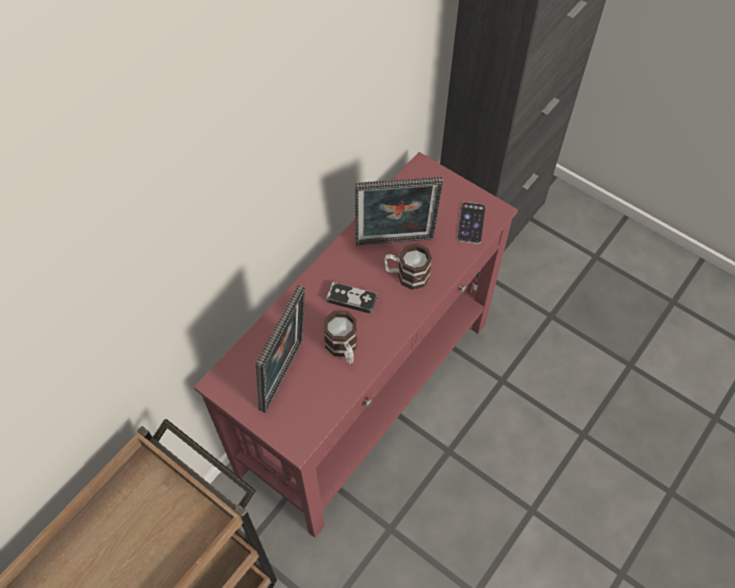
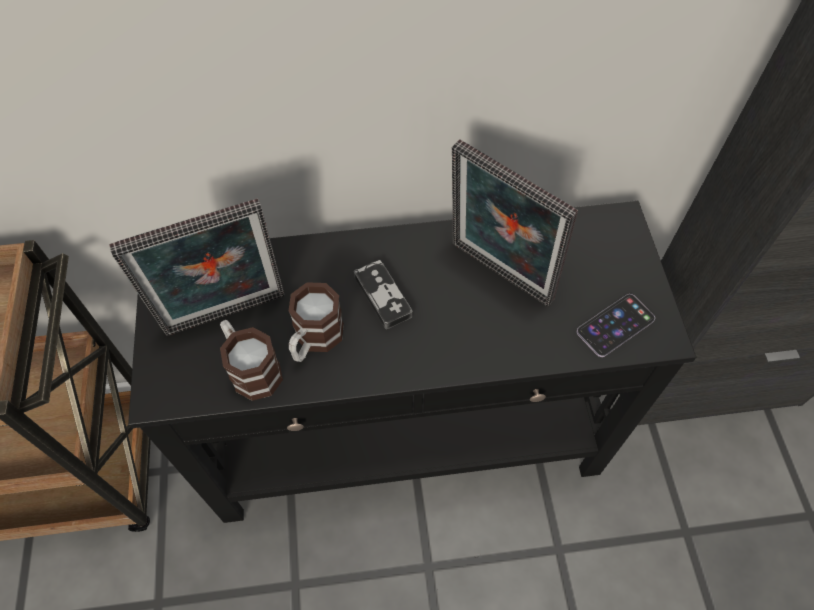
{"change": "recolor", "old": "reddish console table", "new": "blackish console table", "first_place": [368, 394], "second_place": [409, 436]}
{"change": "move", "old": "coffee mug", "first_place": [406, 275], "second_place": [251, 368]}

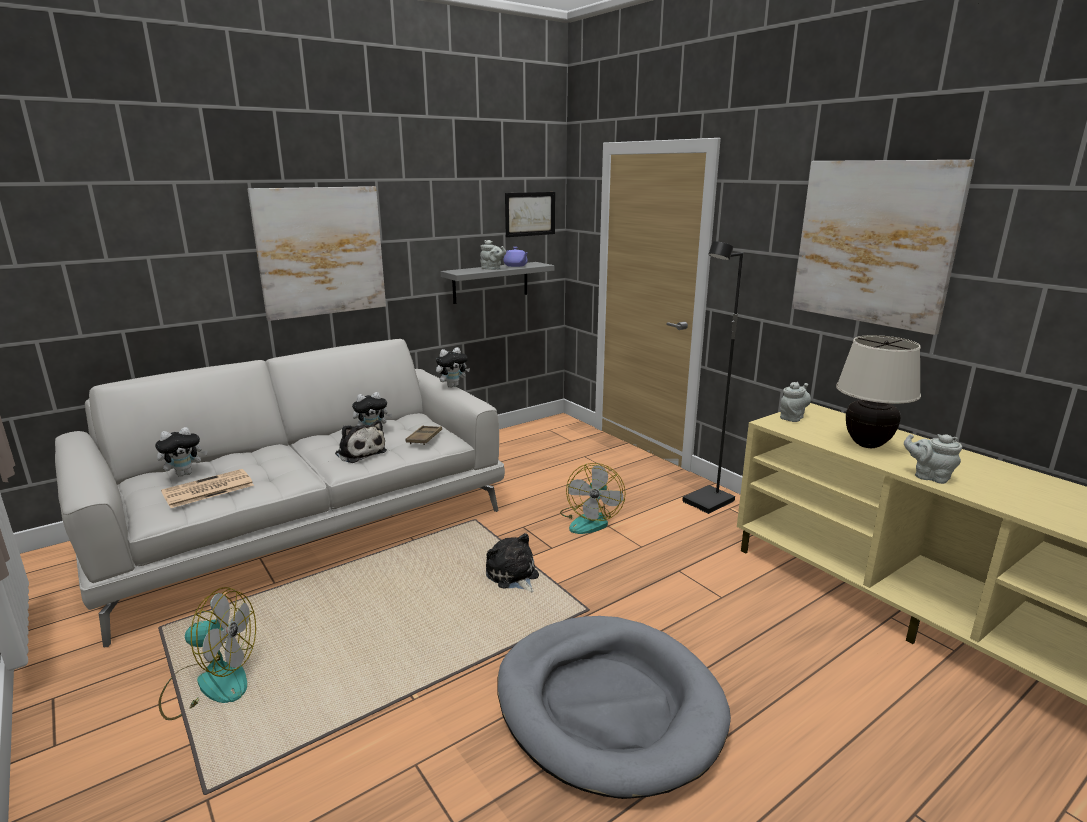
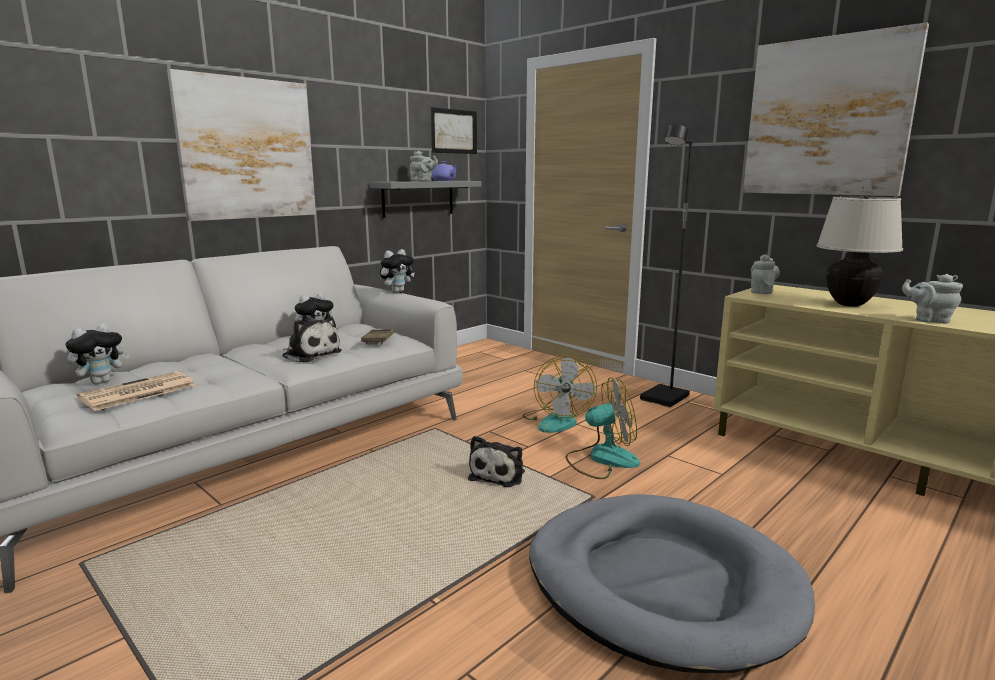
{"change": "move", "old": "cooling fan", "first_place": [210, 683], "second_place": [602, 459]}
{"change": "rotate", "old": "plush toy", "first_place": [513, 576], "second_place": [499, 474], "degrees": -120}

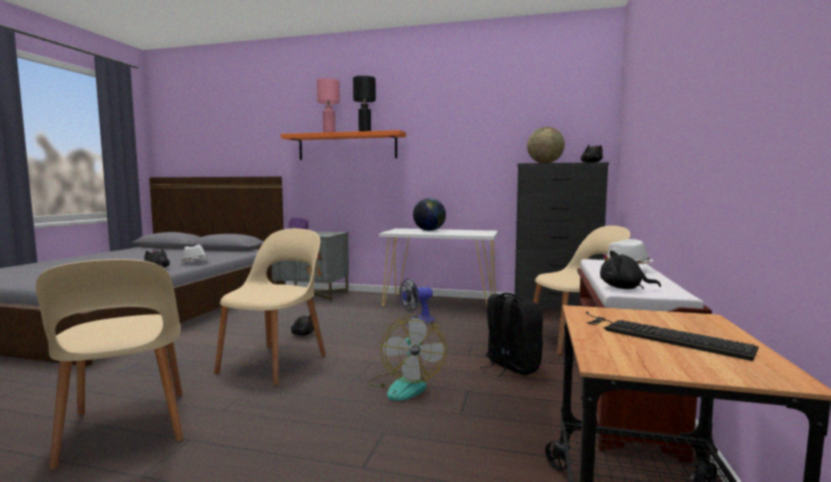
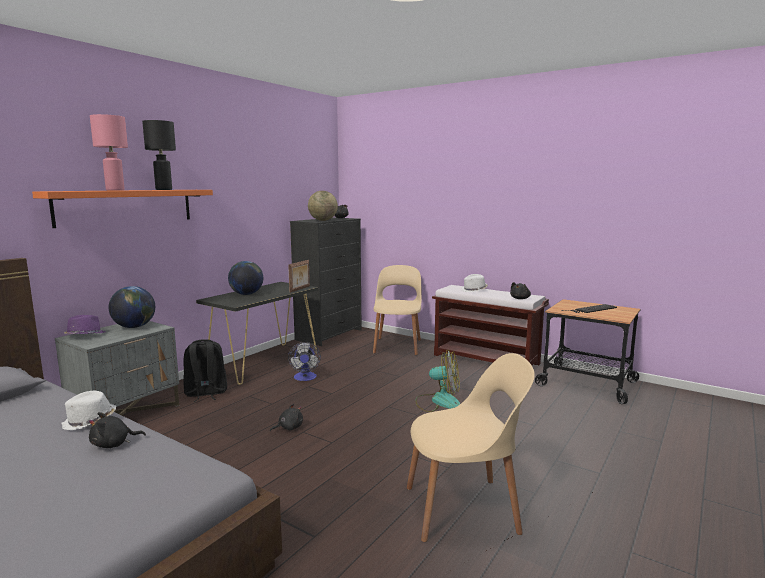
{"change": "delete", "old": "beige plain chair", "first_place": [275, 362]}
{"change": "recolor", "old": "whitish console table", "new": "blackish console table", "first_place": [440, 303], "second_place": [264, 362]}
{"change": "move", "old": "blackish rucksack", "first_place": [510, 367], "second_place": [205, 393]}
{"change": "insert", "new": "desk globe", "second_place": [134, 327]}
{"change": "insert", "new": "photo frame", "second_place": [300, 289]}

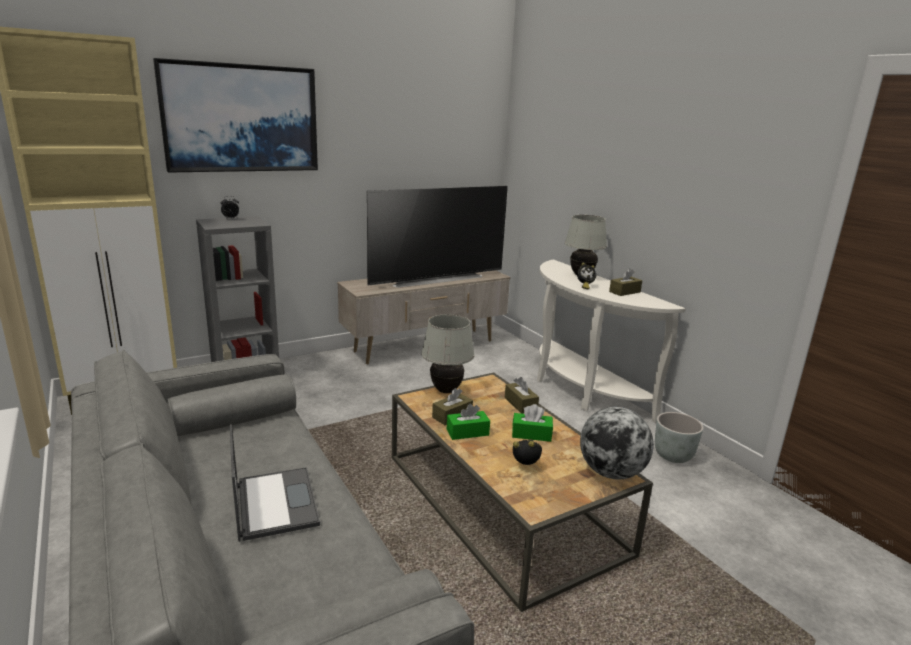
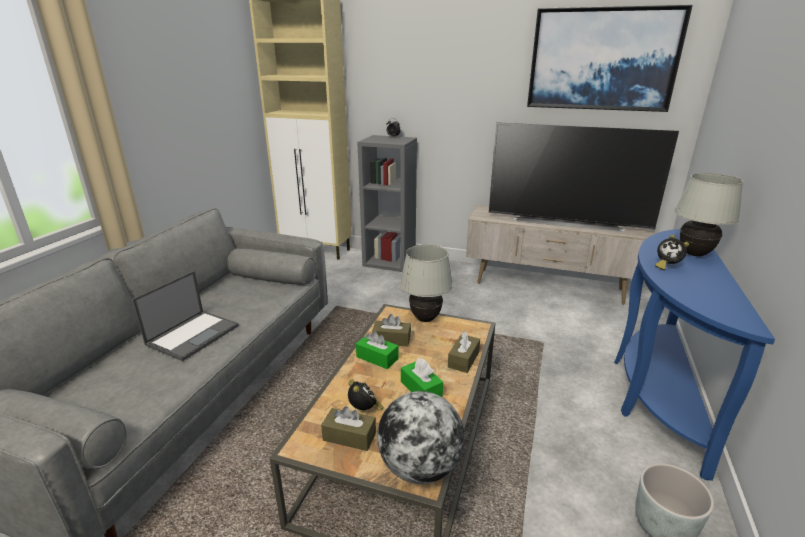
{"change": "move", "old": "picture", "first_place": [241, 118], "second_place": [602, 59]}
{"change": "recolor", "old": "whitish console table", "new": "blue-coloured console table", "first_place": [579, 389], "second_place": [653, 392]}
{"change": "move", "old": "brownish box of tissues", "first_place": [624, 292], "second_place": [349, 436]}

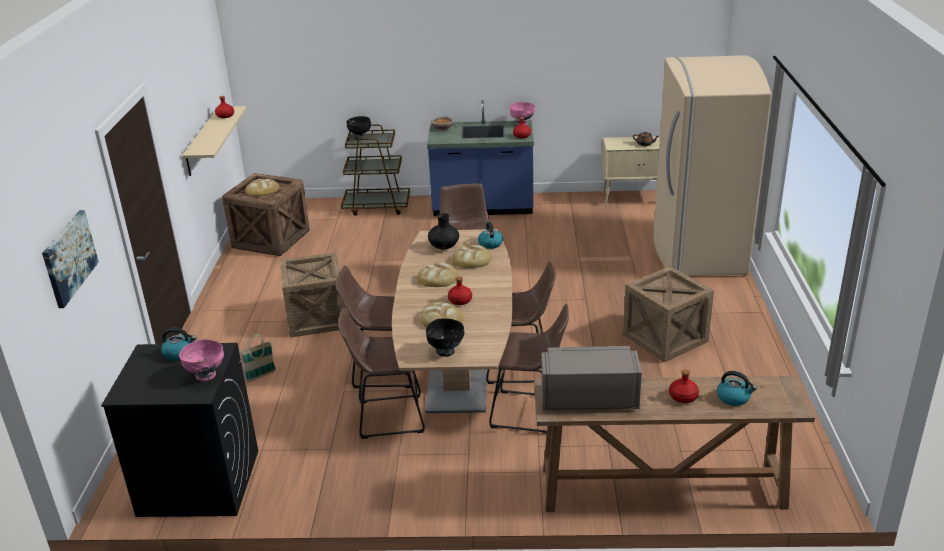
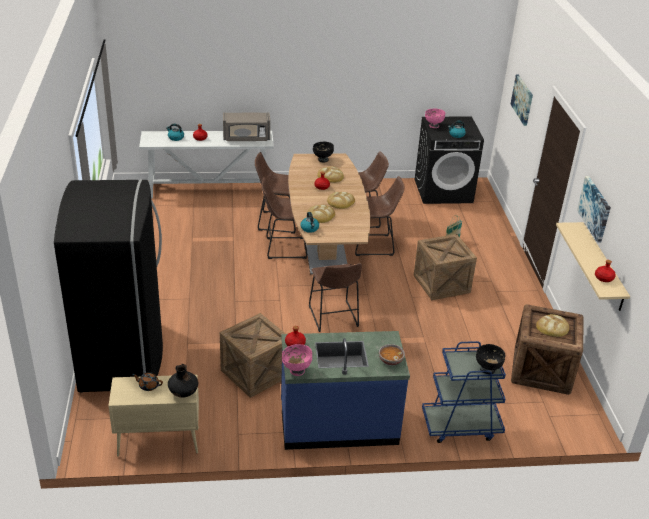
{"change": "recolor", "old": "brownish trolley", "new": "blue-coloured trolley", "first_place": [377, 207], "second_place": [460, 425]}
{"change": "move", "old": "blackish decorative vase", "first_place": [443, 247], "second_place": [184, 393]}
{"change": "recolor", "old": "brownish console table", "new": "whitish console table", "first_place": [660, 488], "second_place": [209, 189]}
{"change": "move", "old": "packing crate", "first_place": [665, 338], "second_place": [255, 373]}
{"change": "recolor", "old": "beige refrigerator", "new": "blackish refrigerator", "first_place": [696, 250], "second_place": [122, 356]}
{"change": "insert", "new": "picture", "second_place": [595, 208]}

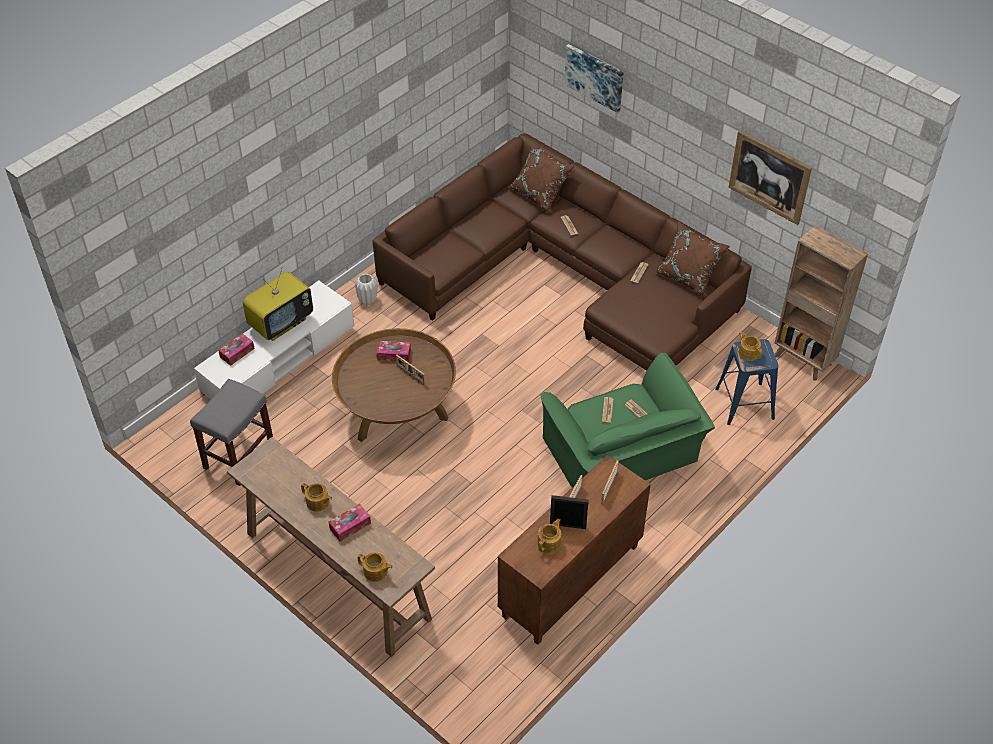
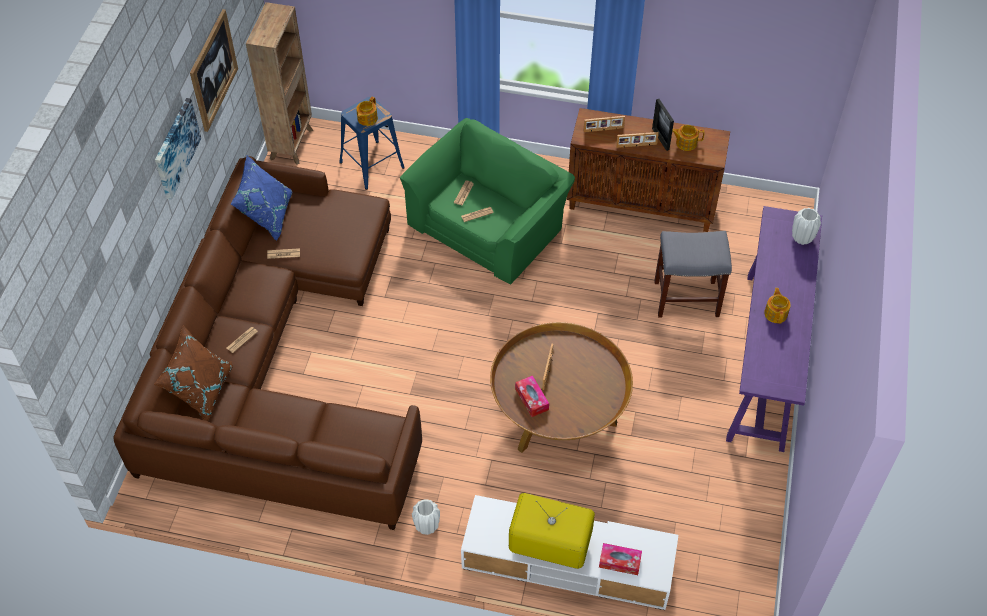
{"change": "move", "old": "grey stool seat", "first_place": [239, 455], "second_place": [685, 299]}
{"change": "recolor", "old": "brownish console table", "new": "purple console table", "first_place": [336, 575], "second_place": [765, 359]}
{"change": "delete", "old": "box of tissues", "first_place": [350, 526]}
{"change": "replace", "old": "tea pot", "new": "whitish decorative vase", "first_place": [376, 572], "second_place": [802, 238]}
{"change": "move", "old": "picture", "first_place": [594, 77], "second_place": [175, 148]}
{"change": "recolor", "old": "brownish throw pillow", "new": "blue-coloured throw pillow", "first_place": [688, 277], "second_place": [266, 214]}

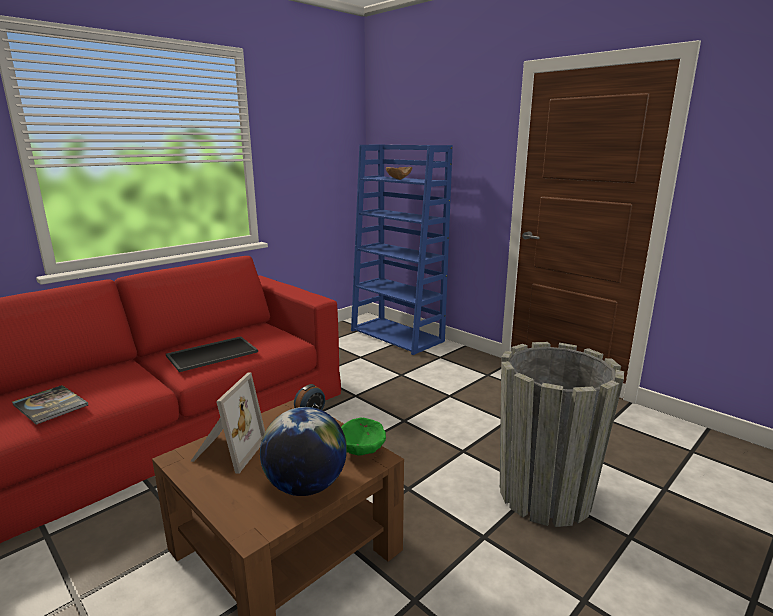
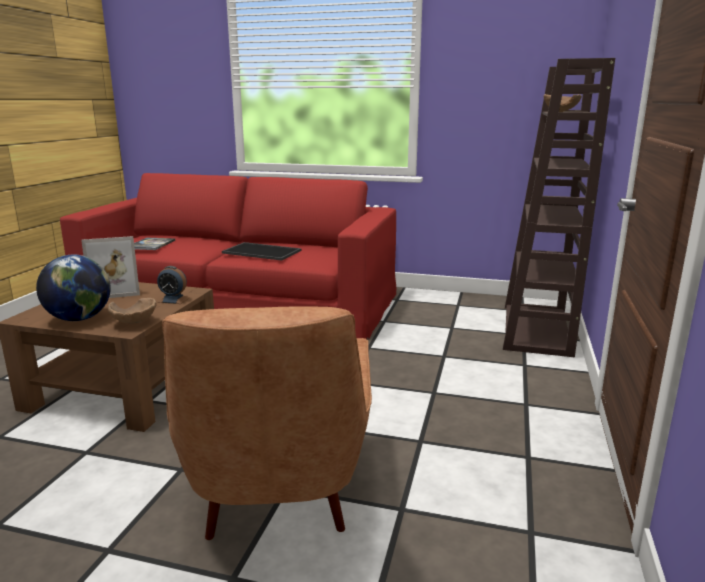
{"change": "recolor", "old": "green bowl", "new": "brownish bowl", "first_place": [363, 452], "second_place": [134, 324]}
{"change": "recolor", "old": "blue-coloured shelving unit", "new": "brownish shelving unit", "first_place": [398, 336], "second_place": [537, 330]}
{"change": "replace", "old": "grey flower pot", "new": "brownish easy chair", "first_place": [545, 495], "second_place": [277, 496]}

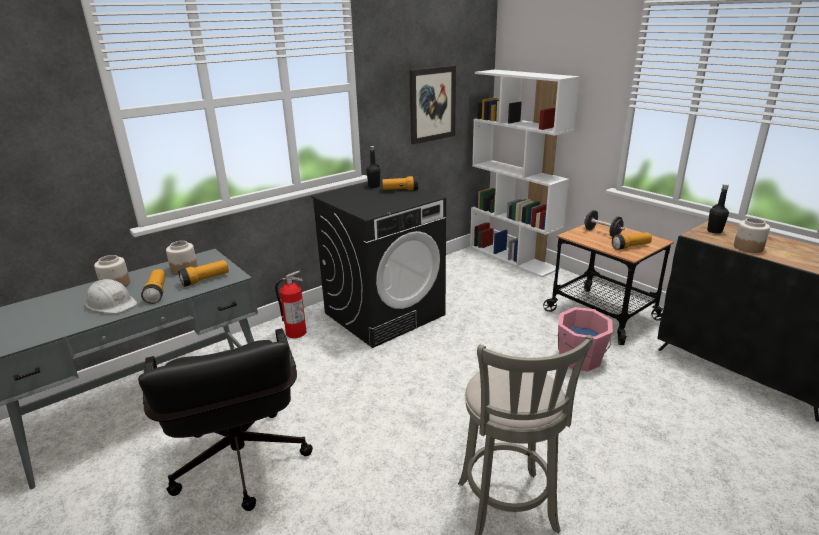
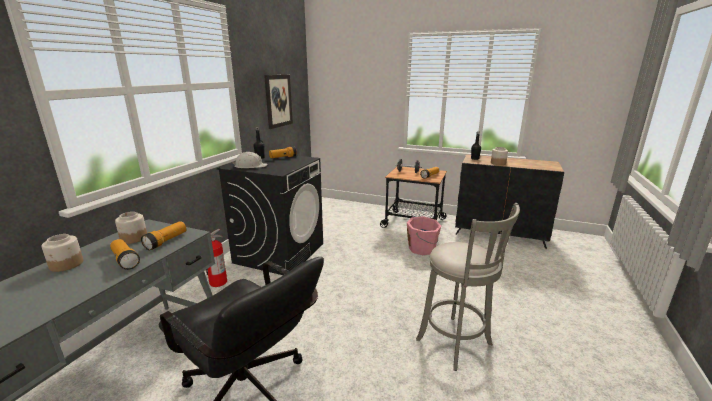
{"change": "move", "old": "whitish safety helmet", "first_place": [112, 303], "second_place": [250, 166]}
{"change": "delete", "old": "whitish shelving unit", "first_place": [513, 258]}

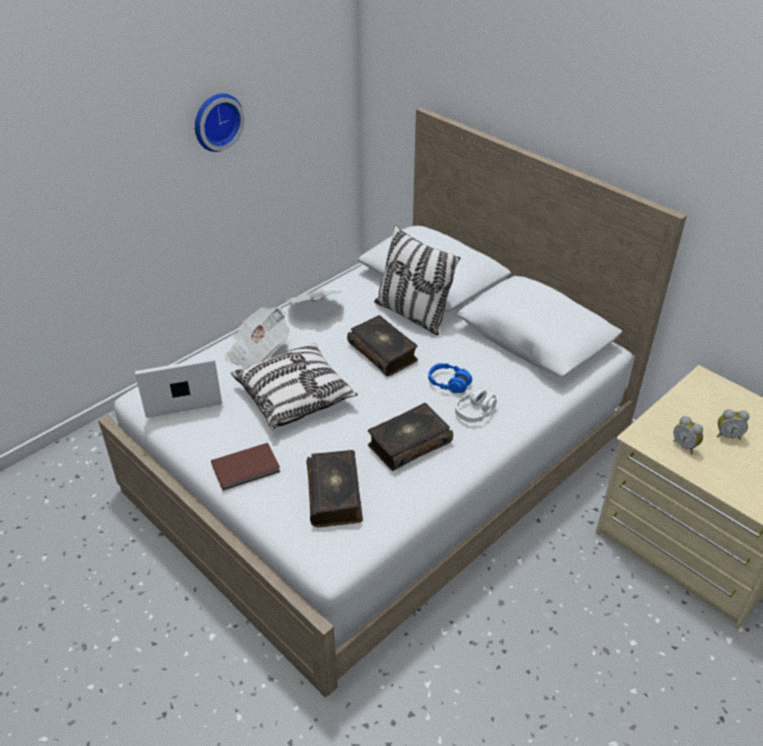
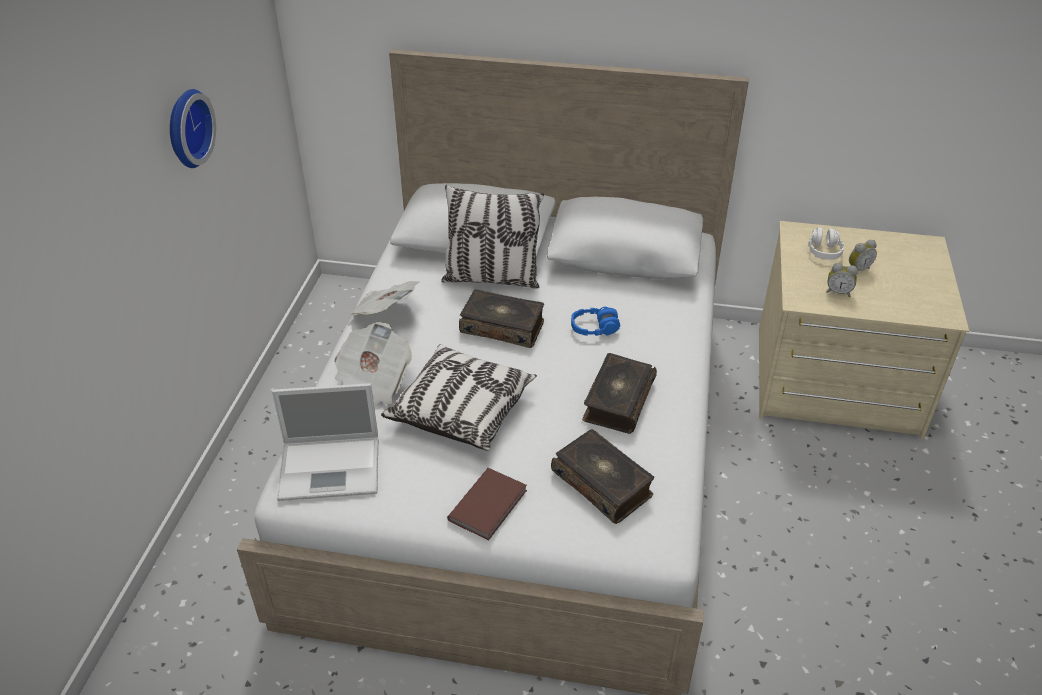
{"change": "rotate", "old": "notebook computer", "first_place": [180, 394], "second_place": [332, 467], "degrees": -135}
{"change": "move", "old": "whitish headphones", "first_place": [475, 411], "second_place": [824, 251]}

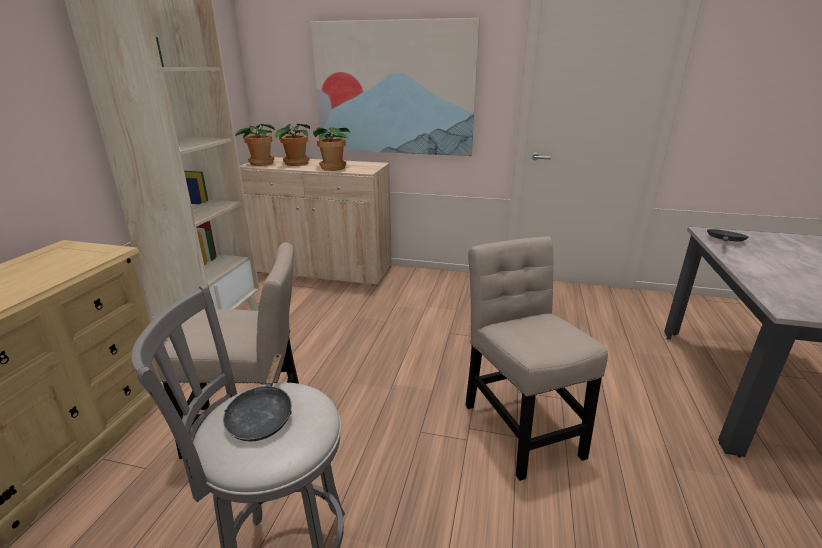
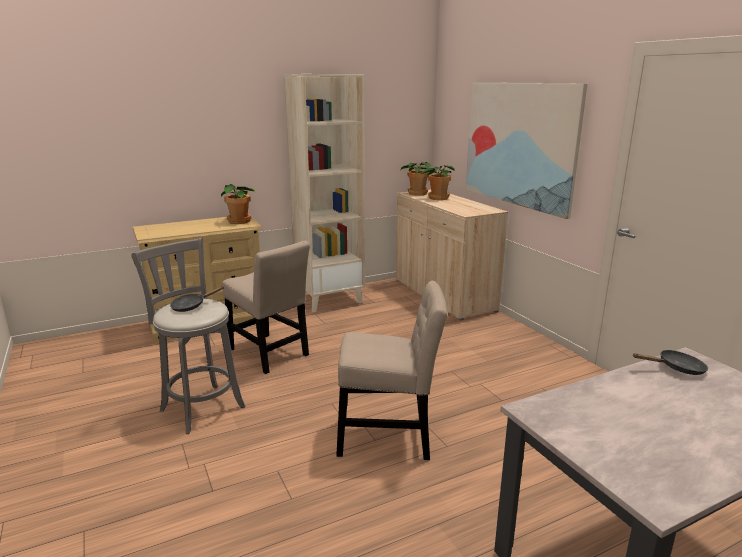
{"change": "move", "old": "potted plant", "first_place": [333, 168], "second_place": [240, 221]}
{"change": "rotate", "old": "beige plain chair", "first_place": [519, 424], "second_place": [389, 437], "degrees": 60}

